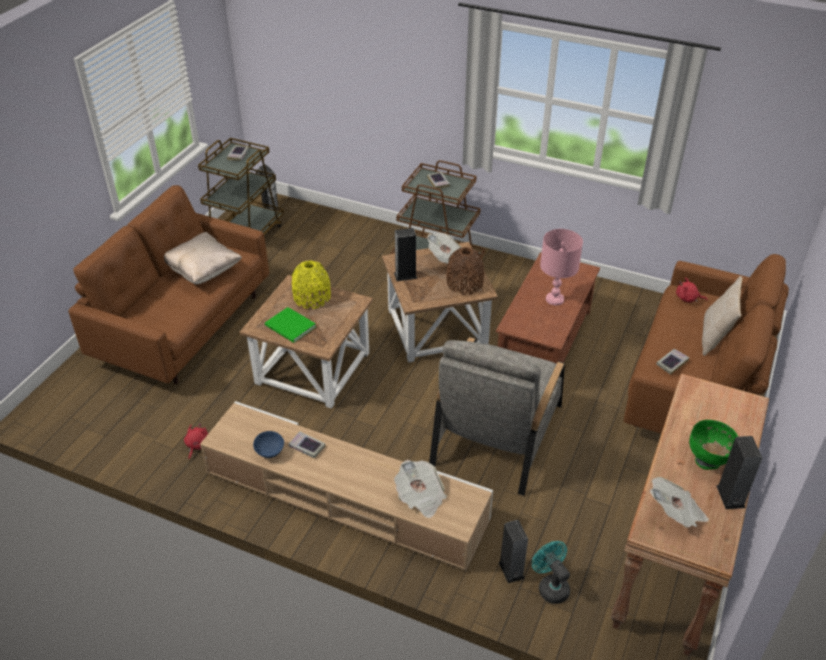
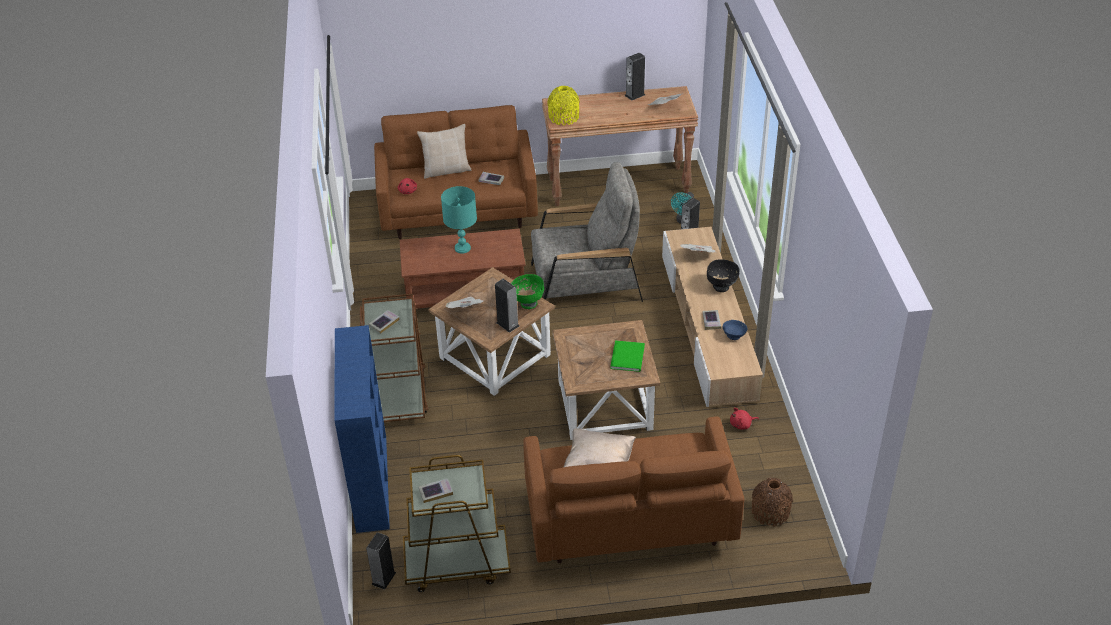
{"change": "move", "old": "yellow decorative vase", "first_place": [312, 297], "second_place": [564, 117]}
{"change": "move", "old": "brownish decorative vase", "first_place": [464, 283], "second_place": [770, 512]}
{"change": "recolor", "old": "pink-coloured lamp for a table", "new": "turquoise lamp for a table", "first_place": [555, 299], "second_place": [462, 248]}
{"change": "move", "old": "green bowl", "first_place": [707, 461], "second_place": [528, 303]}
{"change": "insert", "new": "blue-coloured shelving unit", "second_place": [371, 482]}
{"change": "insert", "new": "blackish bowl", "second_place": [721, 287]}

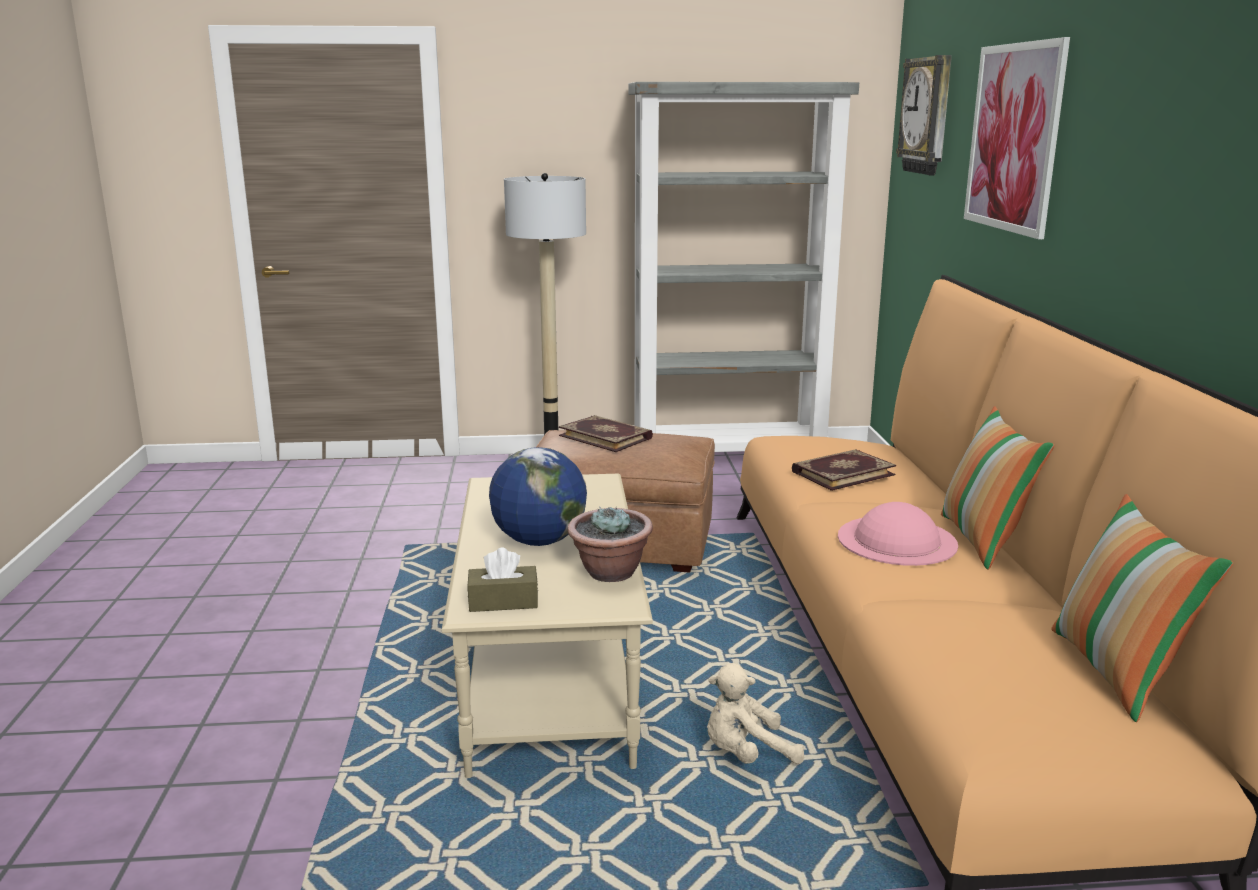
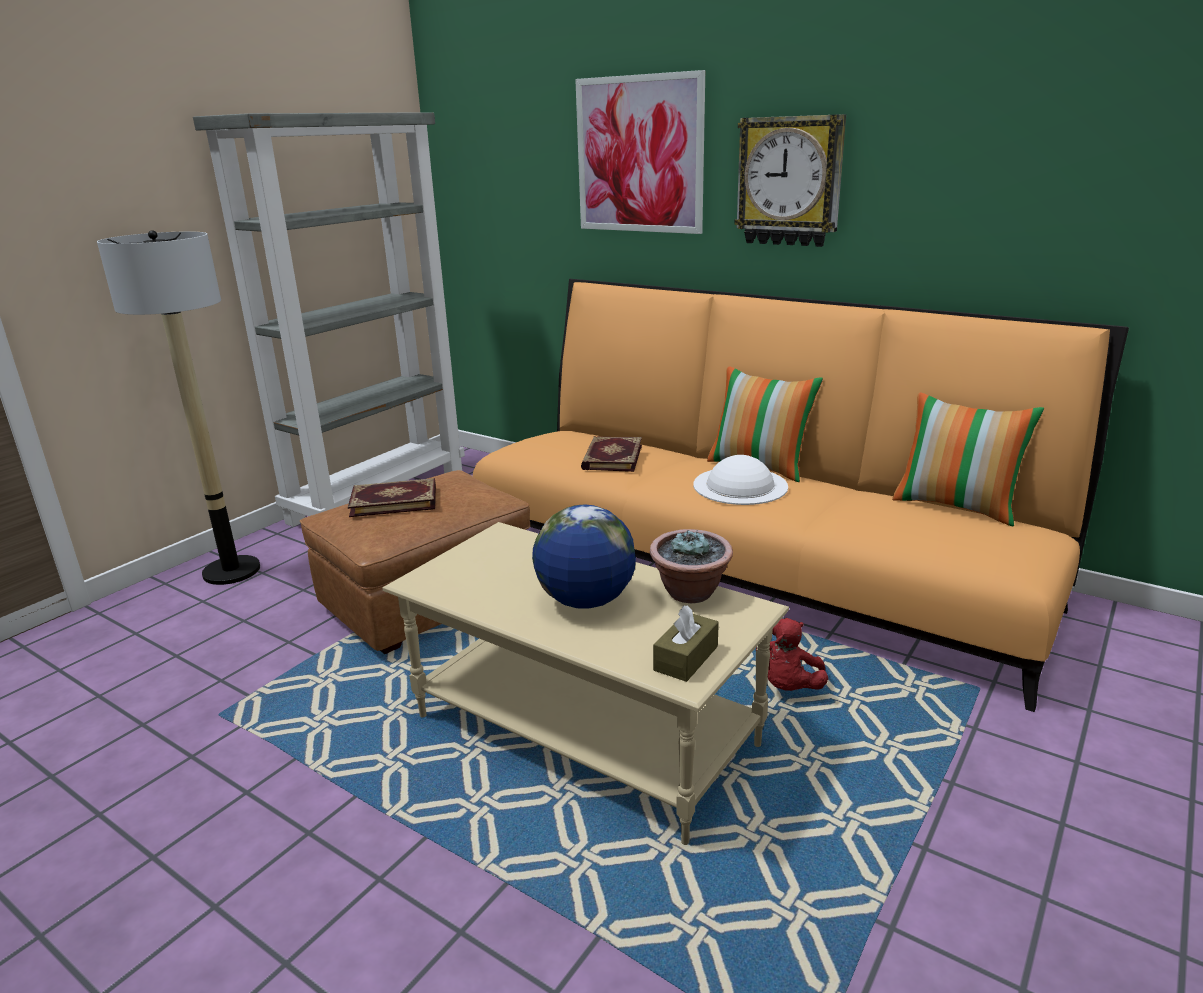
{"change": "recolor", "old": "beige plush toy", "new": "reddish plush toy", "first_place": [746, 754], "second_place": [788, 687]}
{"change": "recolor", "old": "pink-coloured wearable hat", "new": "whitish wearable hat", "first_place": [897, 540], "second_place": [740, 485]}
{"change": "move", "old": "clock on the wall", "first_place": [928, 116], "second_place": [789, 181]}

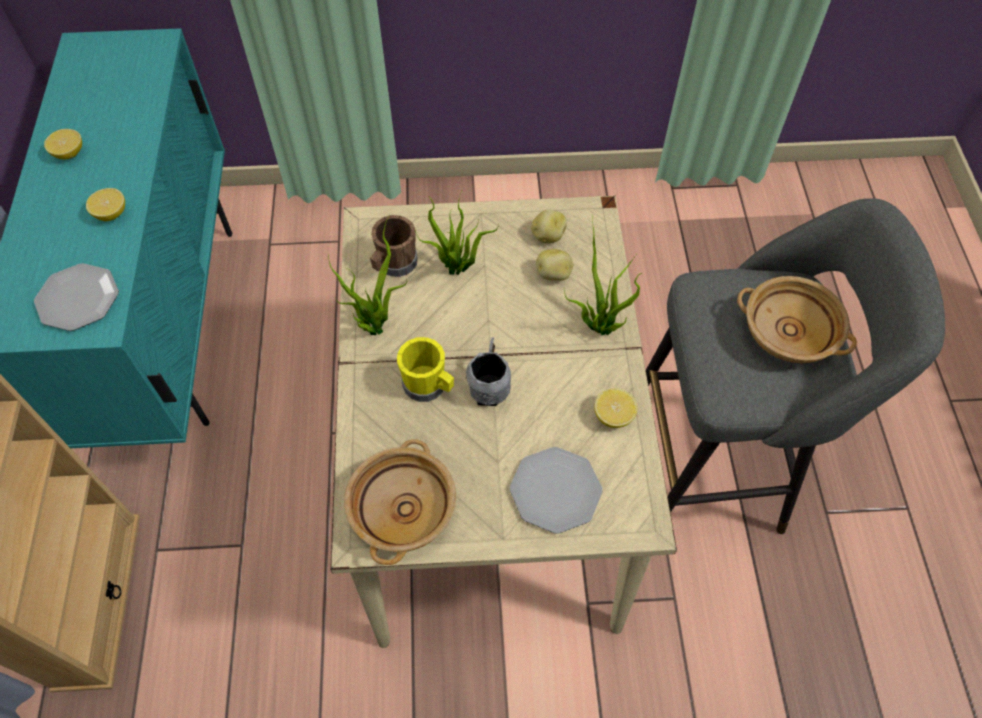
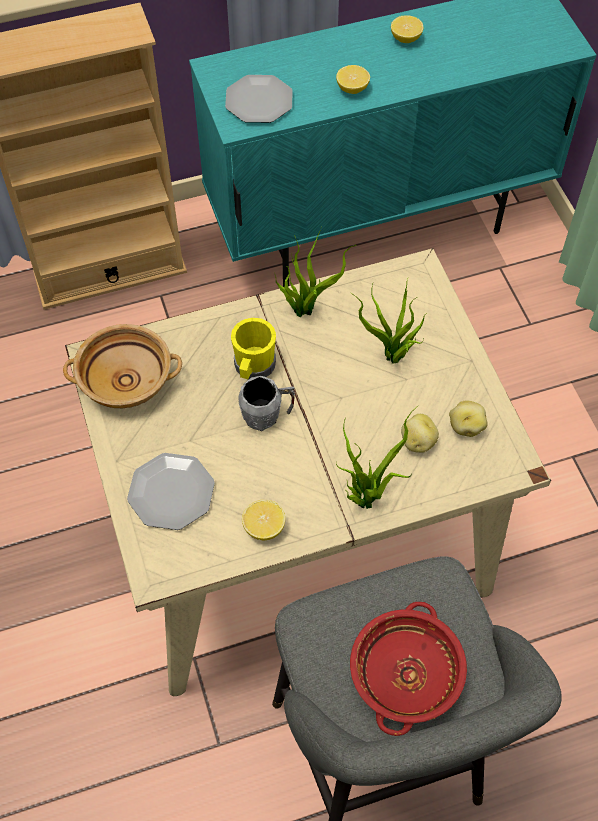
{"change": "delete", "old": "brownish coffee mug", "first_place": [394, 264]}
{"change": "recolor", "old": "beige bowl", "new": "reddish bowl", "first_place": [787, 334], "second_place": [404, 675]}

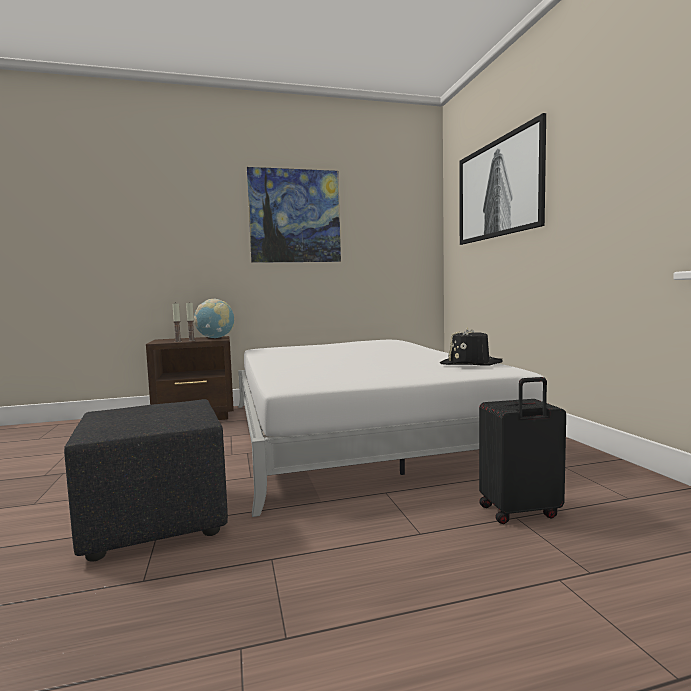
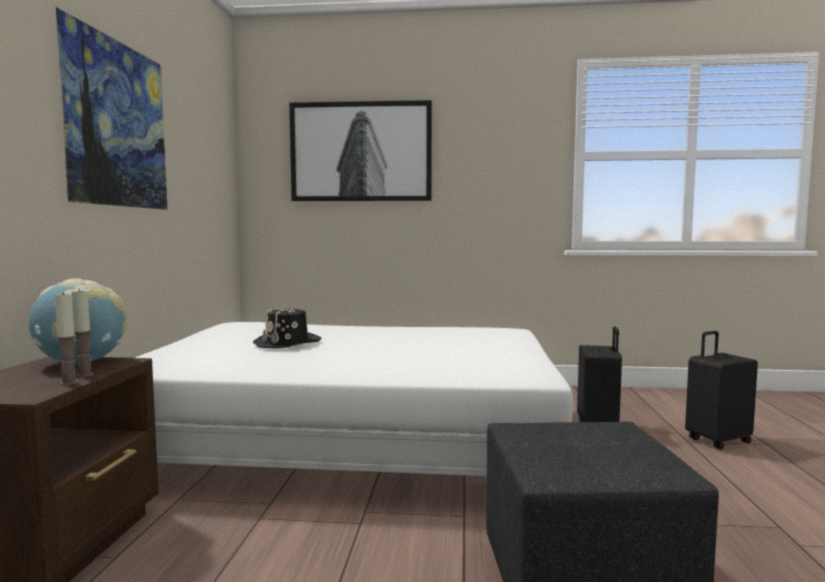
{"change": "move", "old": "blackish wearable hat", "first_place": [470, 364], "second_place": [288, 343]}
{"change": "insert", "new": "blackish piece of luggage", "second_place": [717, 440]}

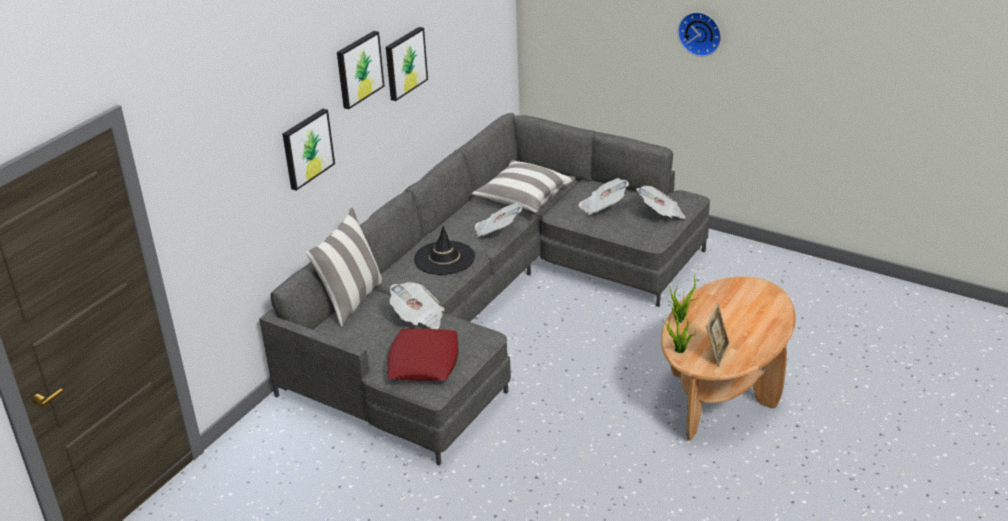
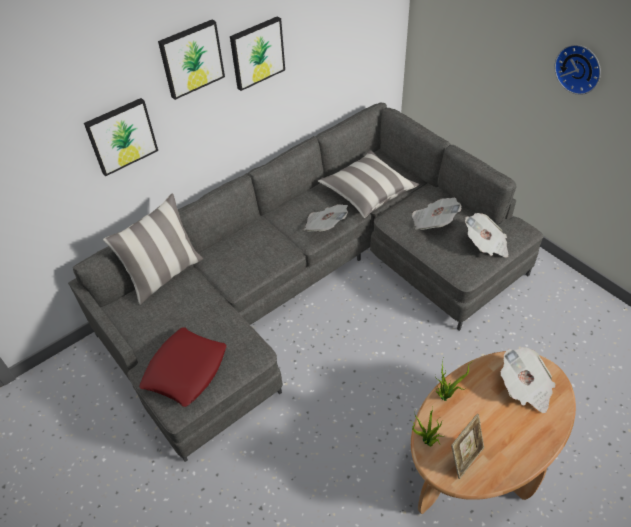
{"change": "move", "old": "newspaper", "first_place": [418, 318], "second_place": [525, 388]}
{"change": "delete", "old": "blackish wearable hat", "first_place": [444, 258]}

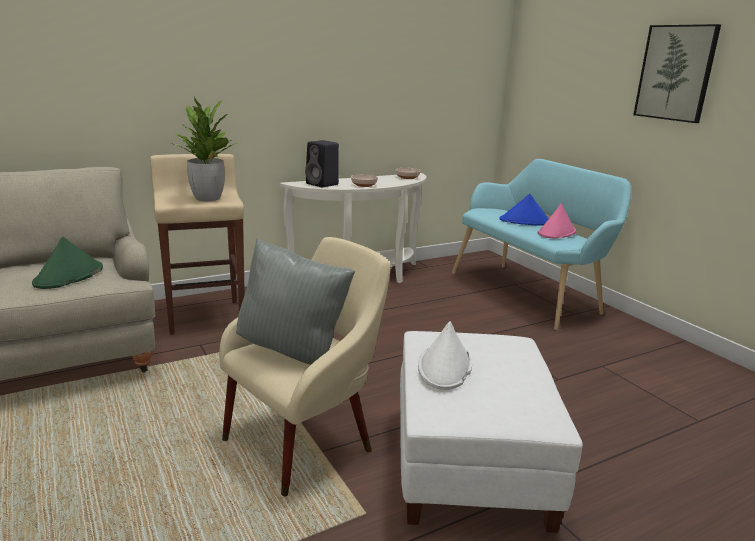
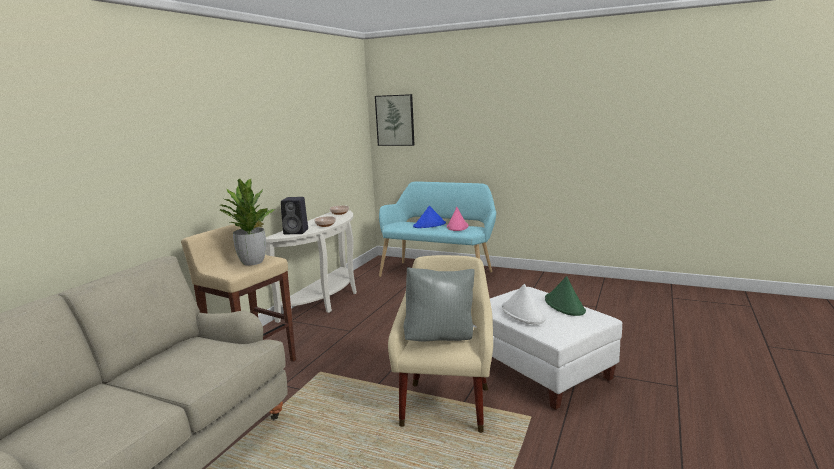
{"change": "move", "old": "green wearable hat", "first_place": [69, 276], "second_place": [564, 305]}
{"change": "move", "old": "picture", "first_place": [676, 73], "second_place": [395, 120]}

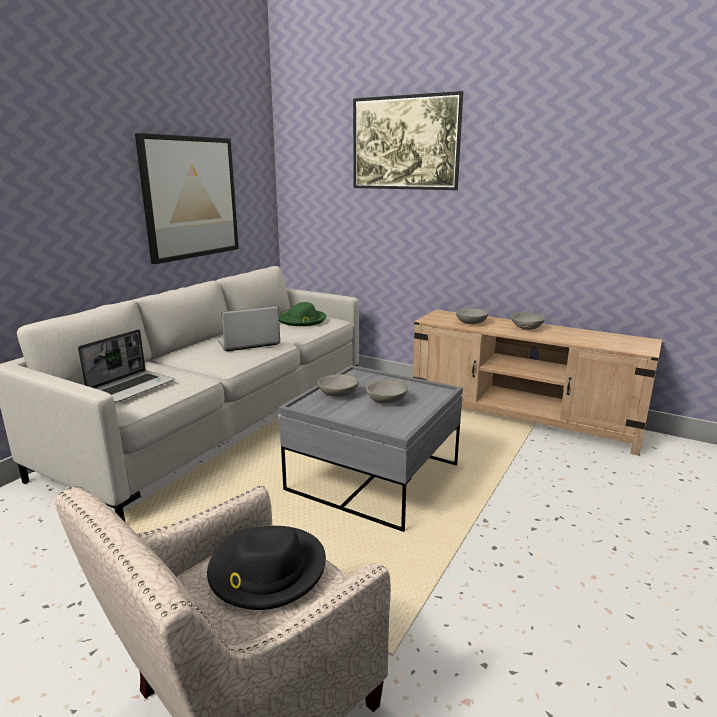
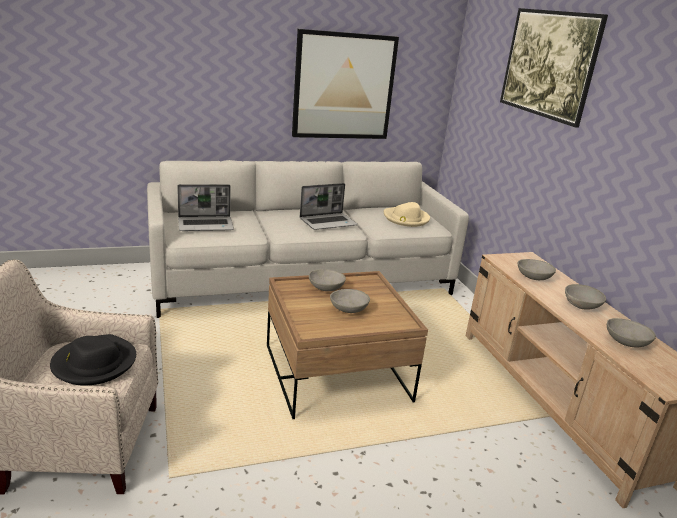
{"change": "rotate", "old": "notebook computer", "first_place": [247, 343], "second_place": [328, 222], "degrees": 135}
{"change": "recolor", "old": "green wearable hat", "new": "beige wearable hat", "first_place": [302, 320], "second_place": [406, 219]}
{"change": "recolor", "old": "grey lounge table", "new": "brownish lounge table", "first_place": [373, 477], "second_place": [336, 373]}
{"change": "insert", "new": "grey bowl", "second_place": [626, 343]}

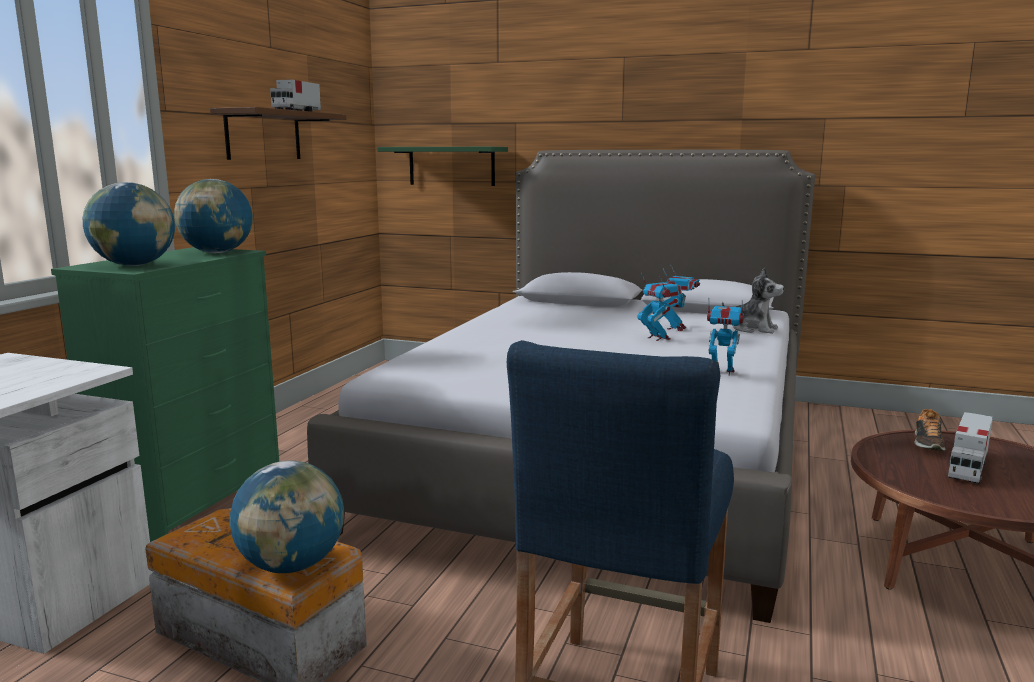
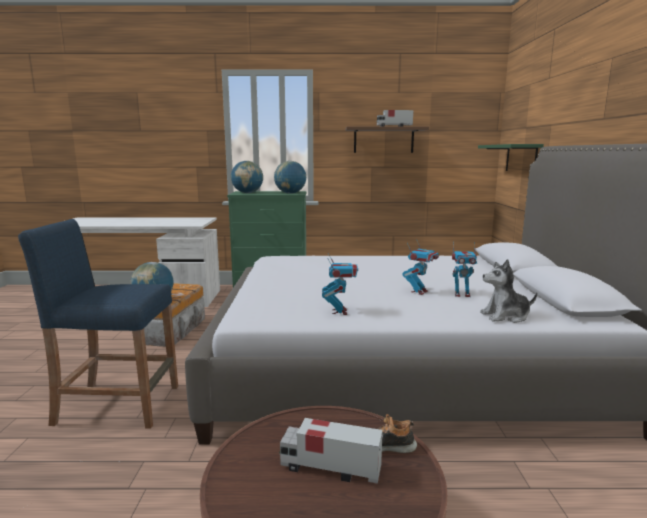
{"change": "rotate", "old": "plush toy", "first_place": [752, 329], "second_place": [505, 316], "degrees": 75}

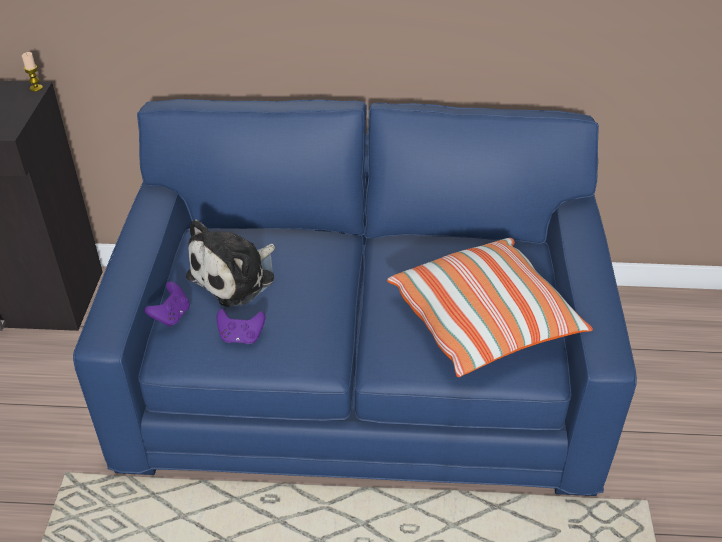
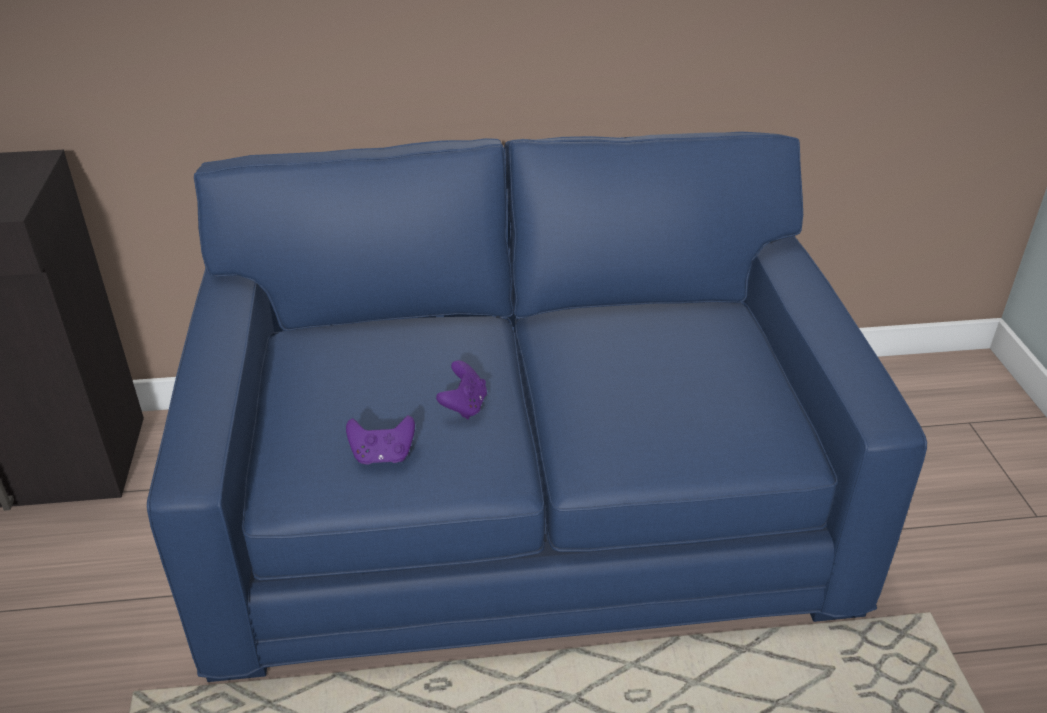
{"change": "delete", "old": "candle", "first_place": [36, 88]}
{"change": "move", "old": "purple joypad", "first_place": [171, 316], "second_place": [464, 406]}
{"change": "delete", "old": "plush toy", "first_place": [236, 276]}
{"change": "delete", "old": "throw pillow", "first_place": [484, 323]}

